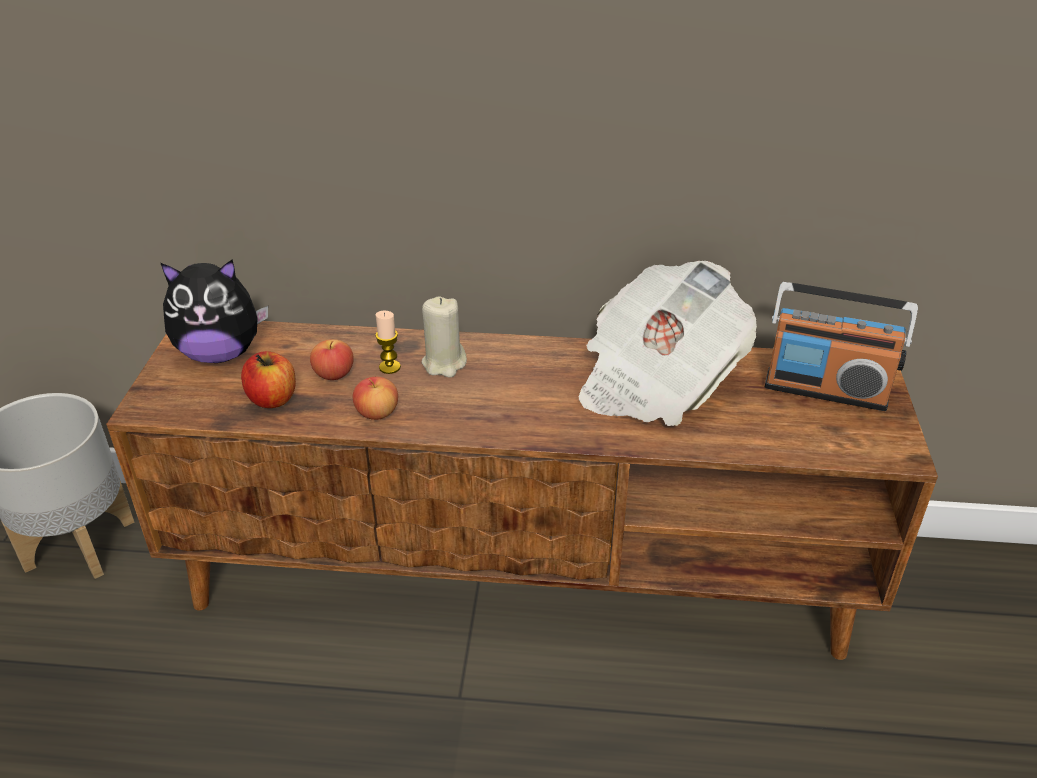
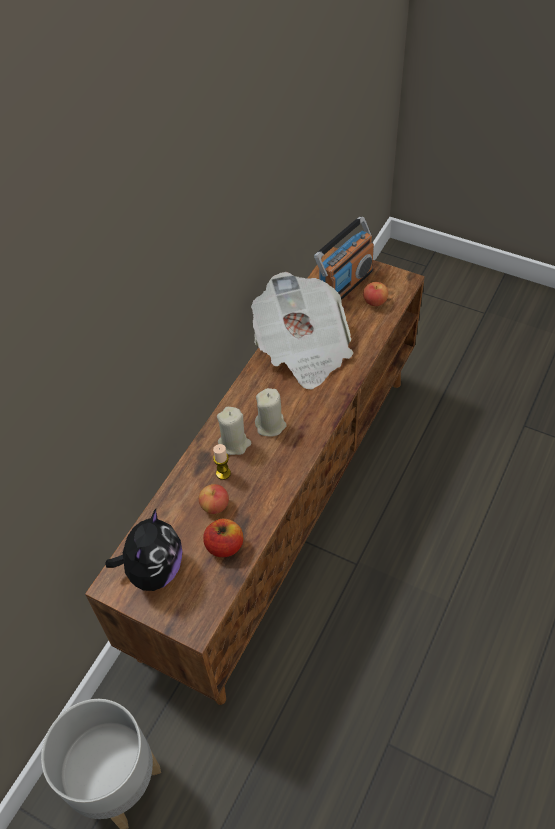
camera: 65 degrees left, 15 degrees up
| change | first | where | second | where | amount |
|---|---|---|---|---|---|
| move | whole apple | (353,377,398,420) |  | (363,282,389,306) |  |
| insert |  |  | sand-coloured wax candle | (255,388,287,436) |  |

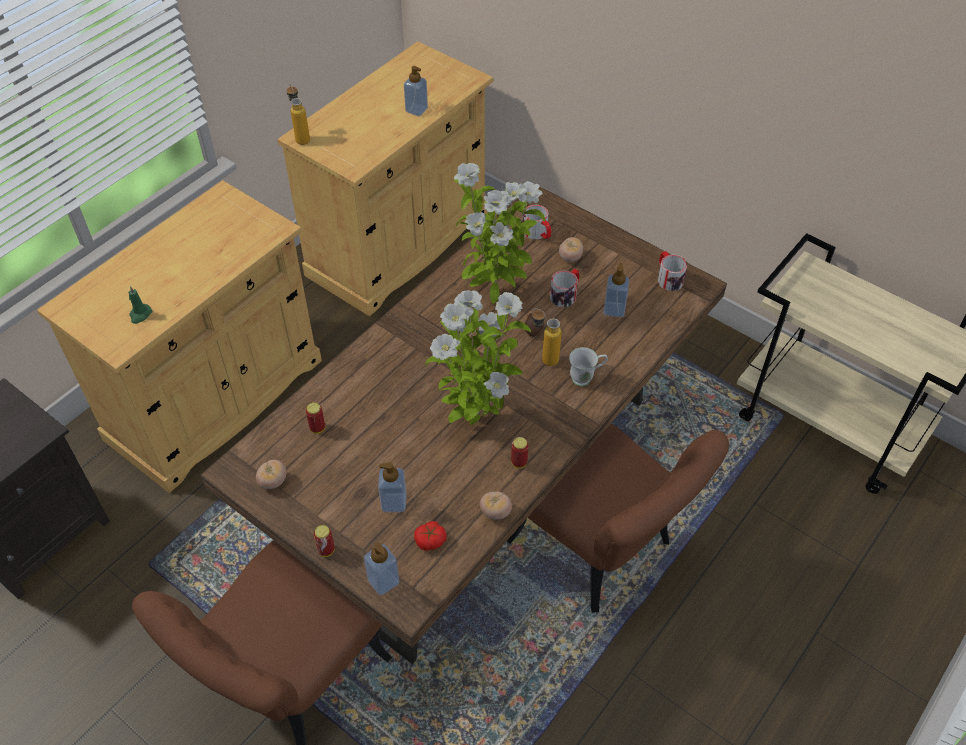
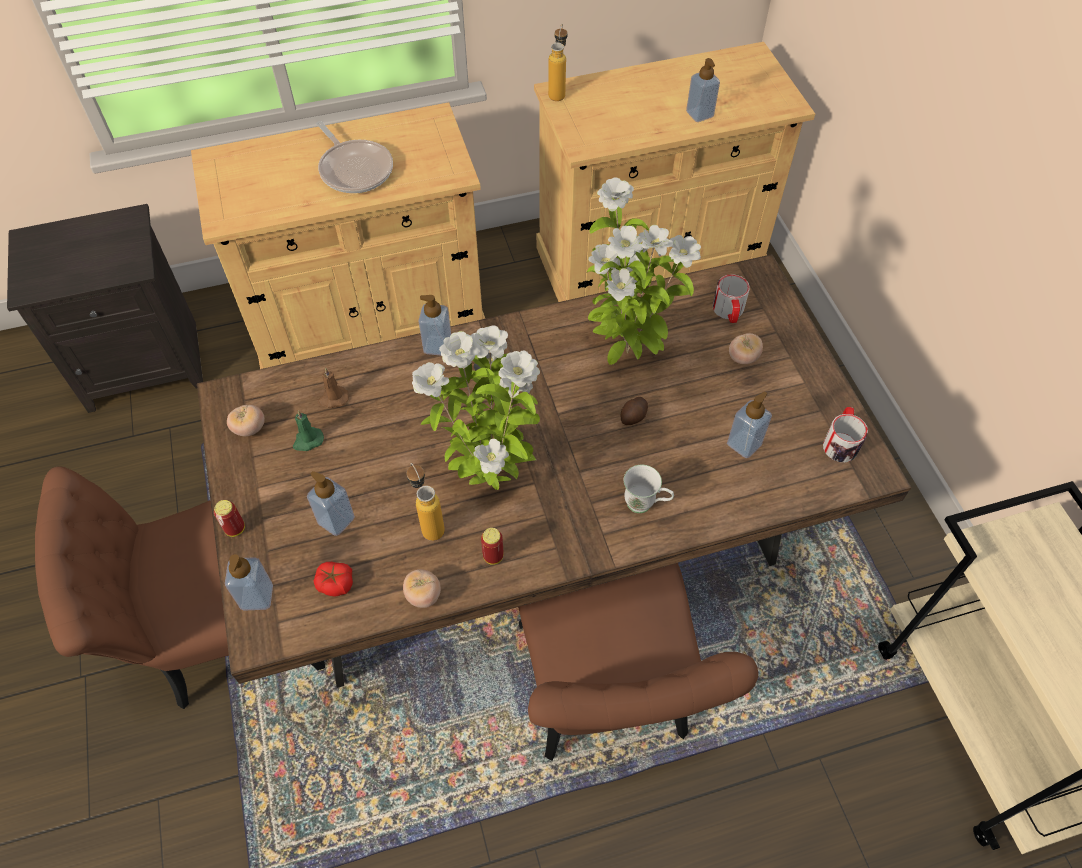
camera: 35 degrees right, 5 degrees up
| change | first | where | second | where | amount |
|---|---|---|---|---|---|
| move | green wax candle | (128,286,152,324) |  | (293,410,324,451) |  |
| replace | can | (306,403,325,434) | brownish wax candle | (318,368,349,408) |  |
| move | drink bottle | (532,309,562,366) |  | (406,463,445,541) |  |
| delete | mug | (550,269,579,307) |  |  |  |
| insert |  |  | skillet | (316,121,393,193) |  |
| insert |  |  | soap bottle | (418,295,451,356) |  |

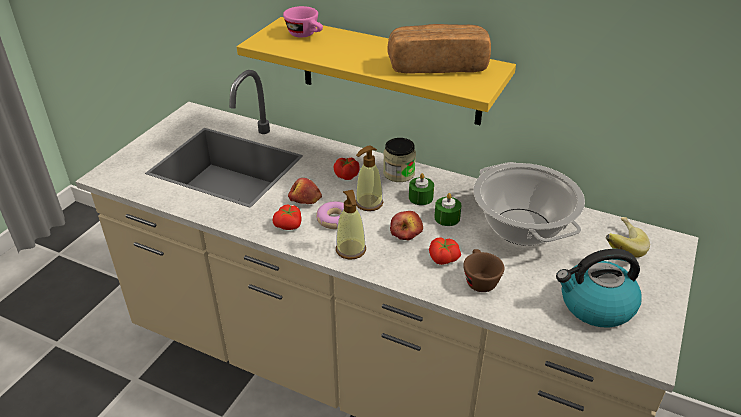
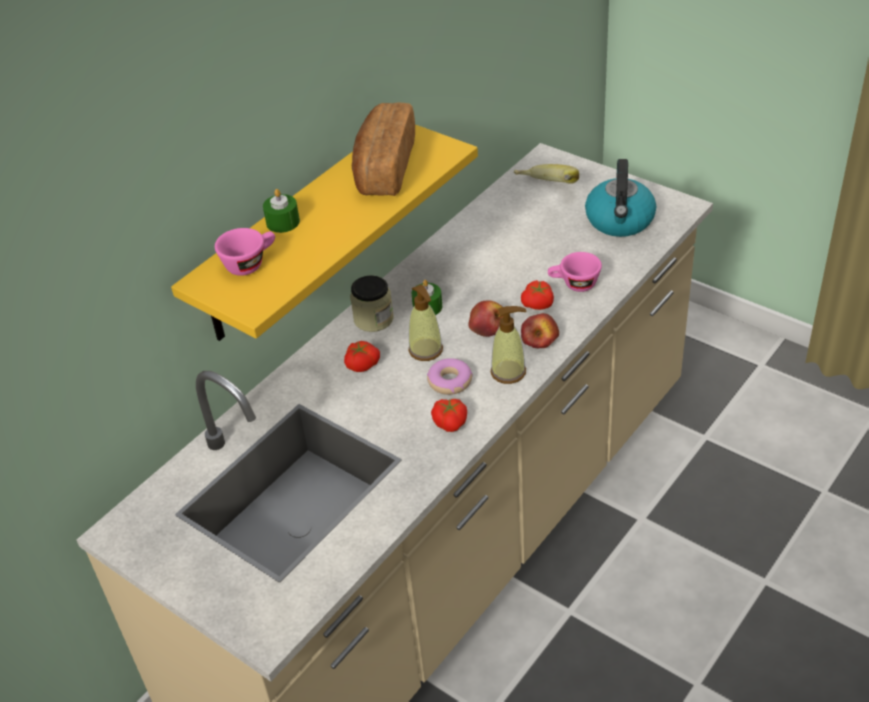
camera: 75 degrees left, 5 degrees up
| change | first | where | second | where | amount |
|---|---|---|---|---|---|
| move | whole apple | (288,178,322,204) |  | (521,313,559,349) |  |
| move | green wax candle | (434,193,462,226) |  | (263,189,300,233) |  |
| recolor | brownish drinking cup | (463,249,504,292) | pink-coloured drinking cup | (548,252,602,292) |  |
| delete | cooking pot | (473,162,585,246) |  |  |  |

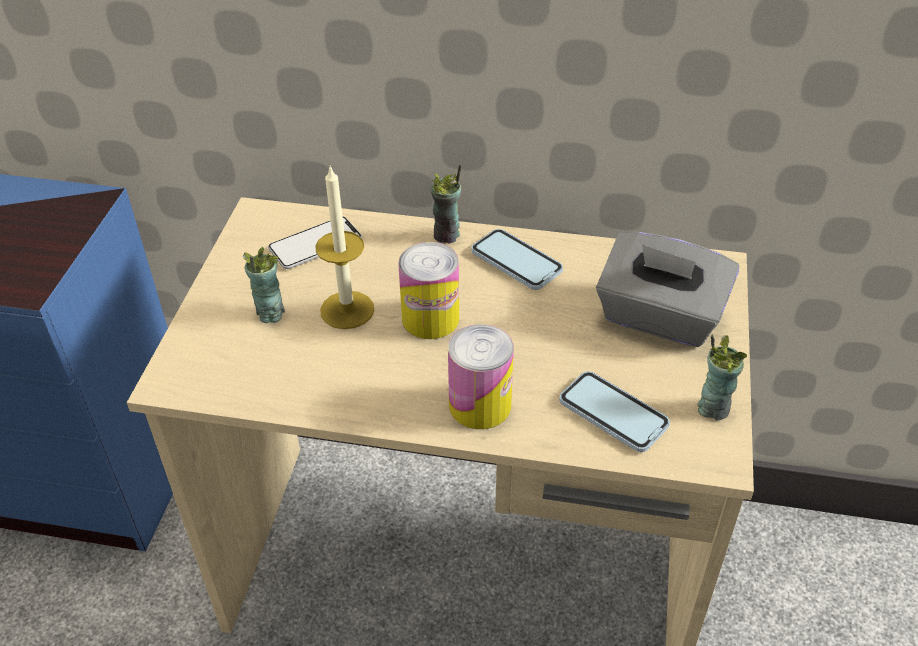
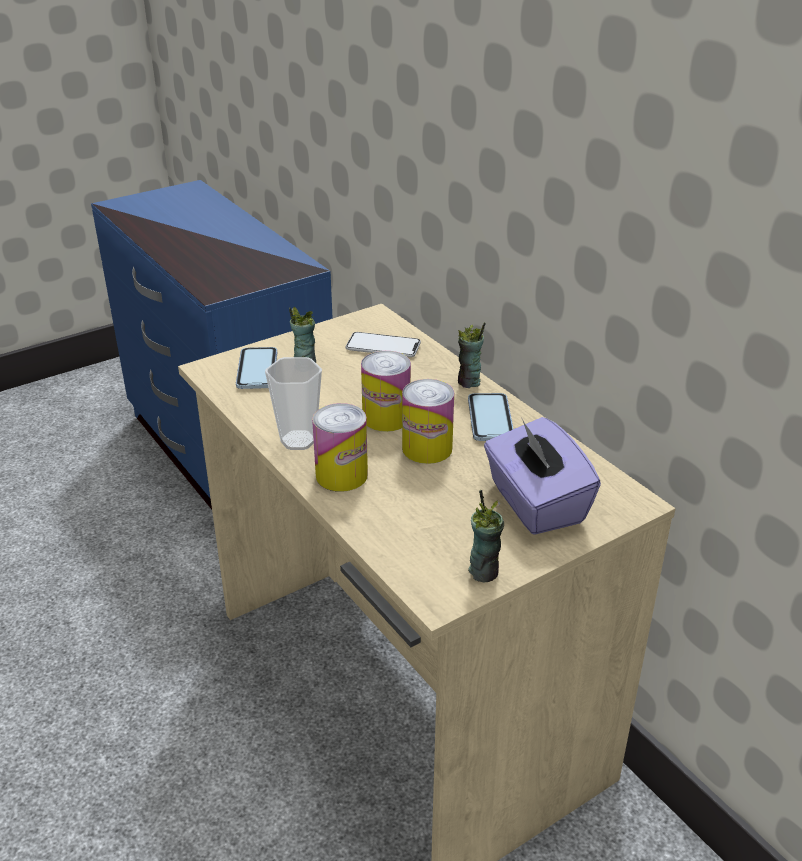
camera: 45 degrees right, 10 degrees down
| change | first | where | second | where | amount |
|---|---|---|---|---|---|
| delete | wax candle | (315,165,374,329) |  |  |  |
| move | handset | (559,371,670,452) |  | (236,347,277,389) |  |
| recolor | gray tissue holder | (596,232,740,347) | purple-coloured tissue holder | (484,417,601,535) |  |
| insert |  |  | drinking cup | (265,357,322,450) |  |
| insert |  |  | can | (402,379,454,464) |  |

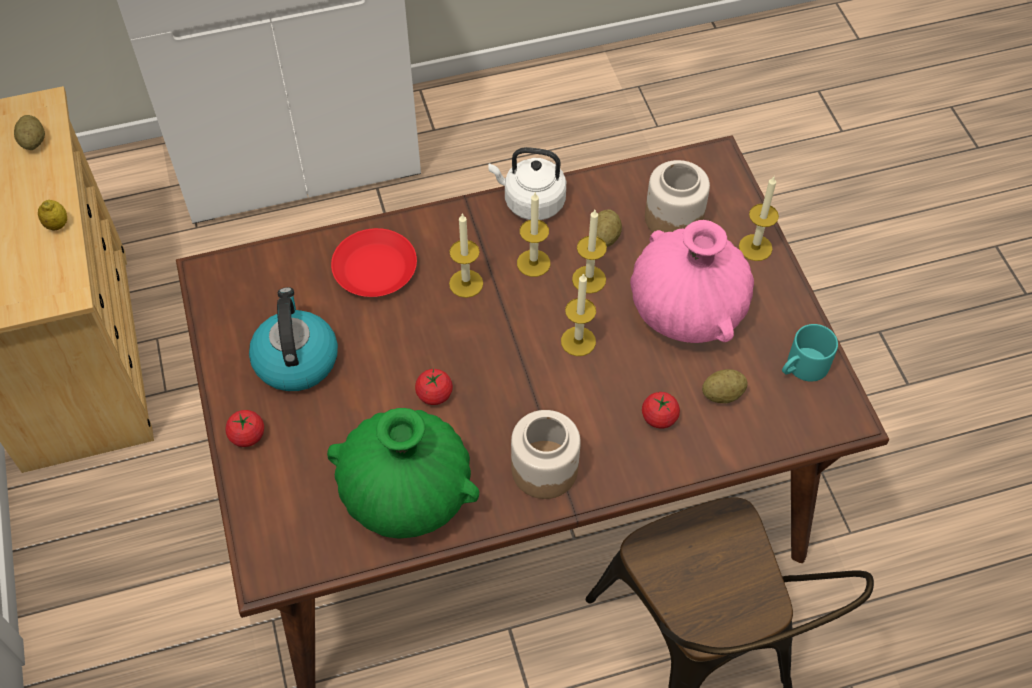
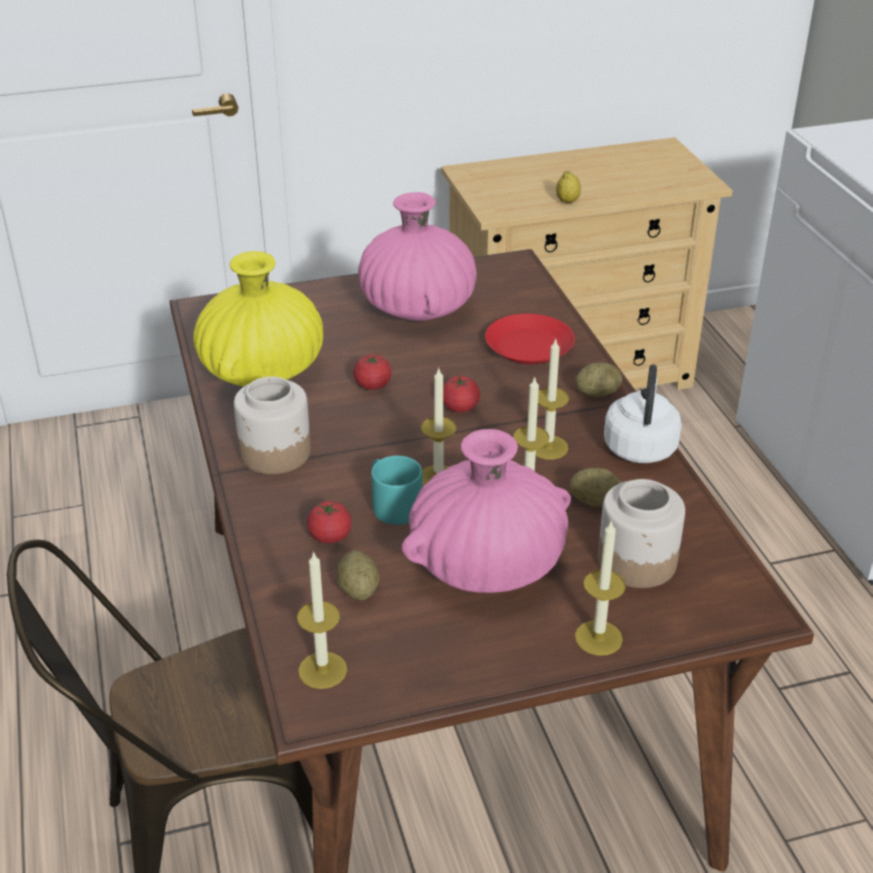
camera: 90 degrees right, 20 degrees down
| change | first | where | second | where | amount |
|---|---|---|---|---|---|
| move | whole potato | (14,115,45,150) |  | (575,363,622,397) |  |
| move | whole tomato | (225,410,264,447) |  | (443,376,480,412) |  |
| replace | kettle | (249,287,338,391) | pink-coloured vase | (358,192,477,321) |  |
| recolor | green vase | (327,408,479,538) | yellowish vase | (193,251,323,386) |  |
| move | wax candle | (449,213,483,298) |  | (297,551,347,689) |  |
| move | blue-green mug | (782,324,838,382) |  | (371,456,423,525) |  |

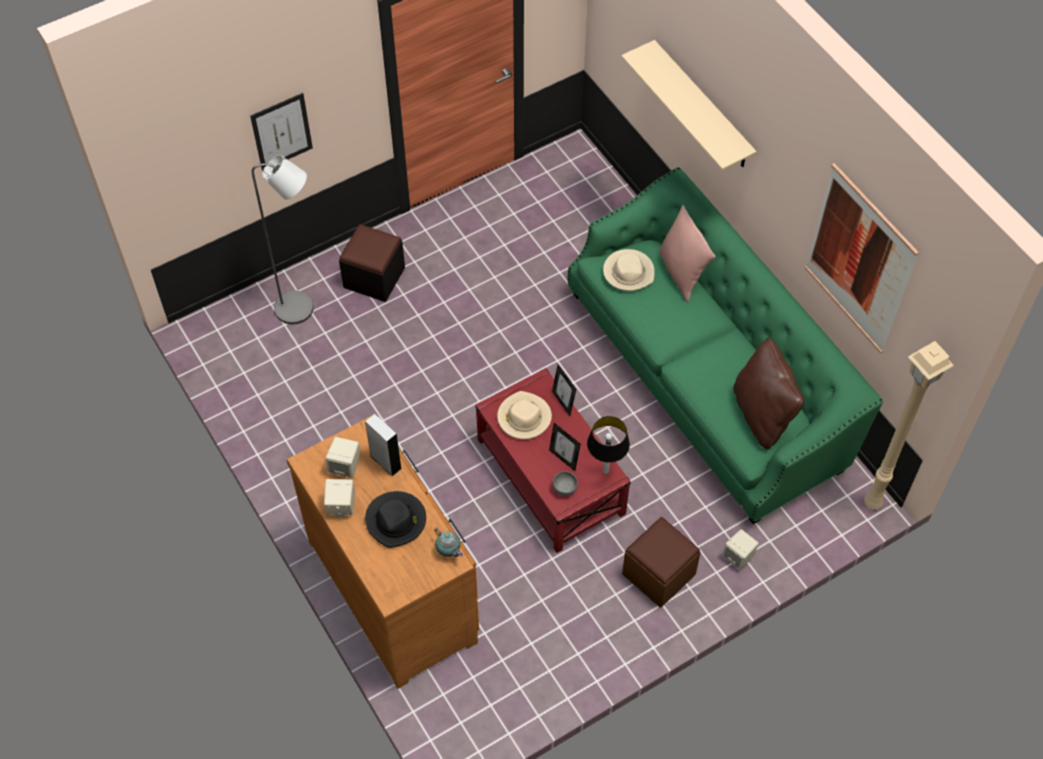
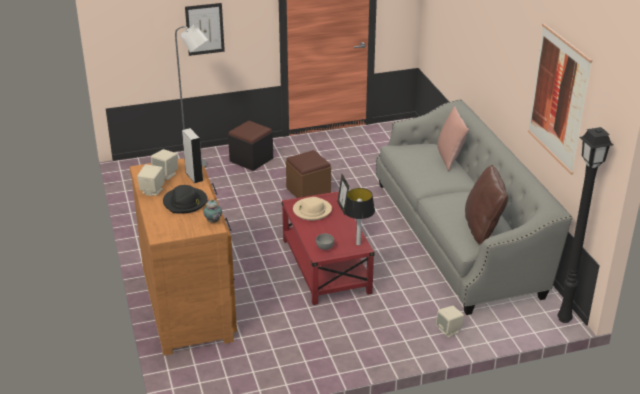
camera: 15 degrees right, 25 degrees down
| change | first | where | second | where | amount |
|---|---|---|---|---|---|
| delete | picture frame | (549,423,581,471) |  |  |  |
| recolor | green sofa | (567,167,884,524) | gray sofa | (376,99,572,315) |  |
| delete | sand-coloured hat | (603,249,655,291) |  |  |  |
| delete | sand-coloured shelf | (621,40,757,170) |  |  |  |
| move | brownish footrest | (622,517,701,608) |  | (286,150,331,198) |  |
| recolor | sand-coloured floor lamp | (864,341,954,509) | black-coloured floor lamp | (557,127,613,323) |  |

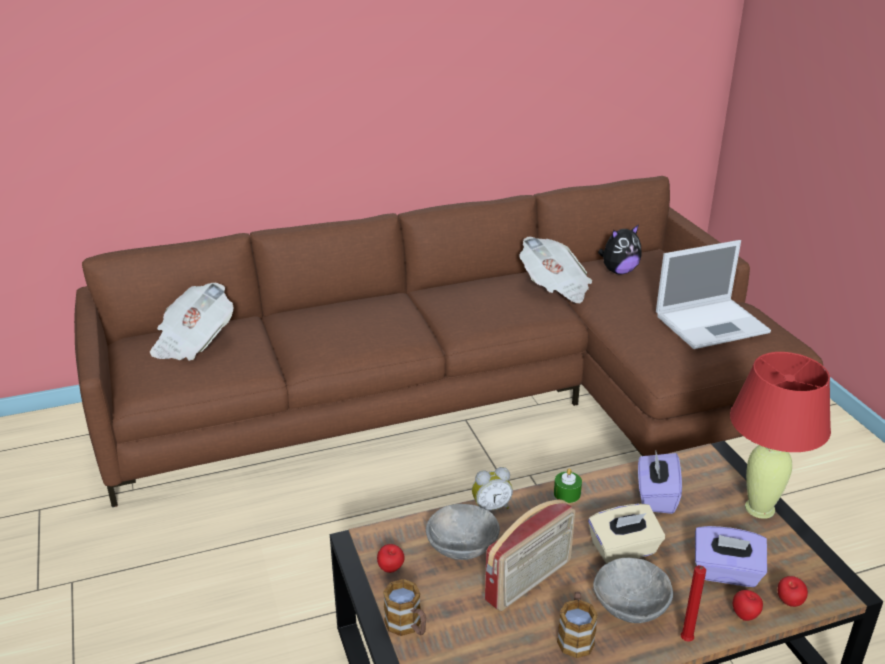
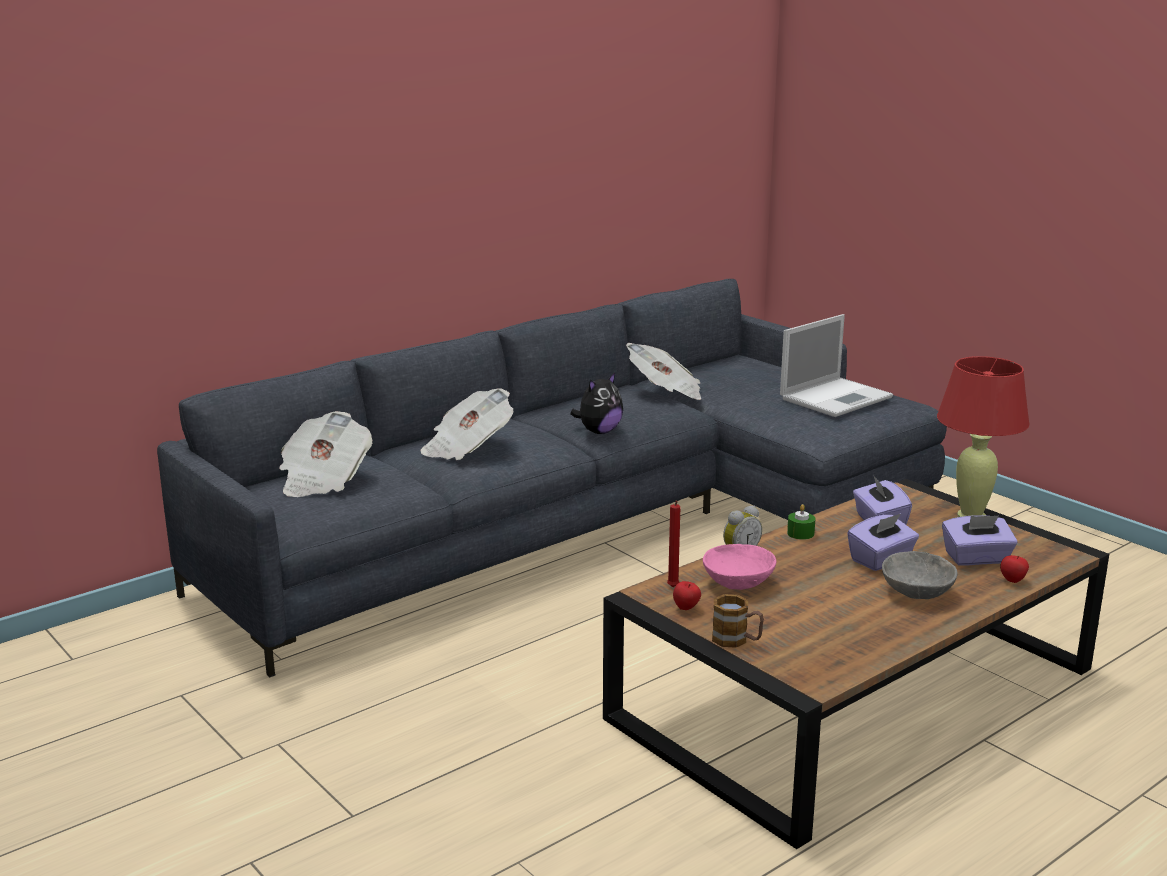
camera: 20 degrees left, 10 degrees down
| change | first | where | second | where | amount |
|---|---|---|---|---|---|
| recolor | brownish sofa | (74,176,823,507) | gray sofa | (157,279,947,677) |  |
| recolor | gray serving bowl | (426,504,500,560) | pink-coloured serving bowl | (703,544,776,590) |  |
| delete | radio | (485,499,575,611) |  |  |  |
| delete | mug | (557,592,598,658) |  |  |  |
| recolor | sand-coloured tissue holder | (588,504,665,564) | purple-coloured tissue holder | (847,513,919,571) |  |
| move | cuddly toy | (598,224,642,275) |  | (570,372,623,434) |  |
| move | red-coloured wax candle | (681,565,706,642) |  | (667,501,681,587) |  |
| delete | whole apple | (778,576,808,607) |  |  |  |
| insert |  |  | newspaper | (420,389,513,460) |  |

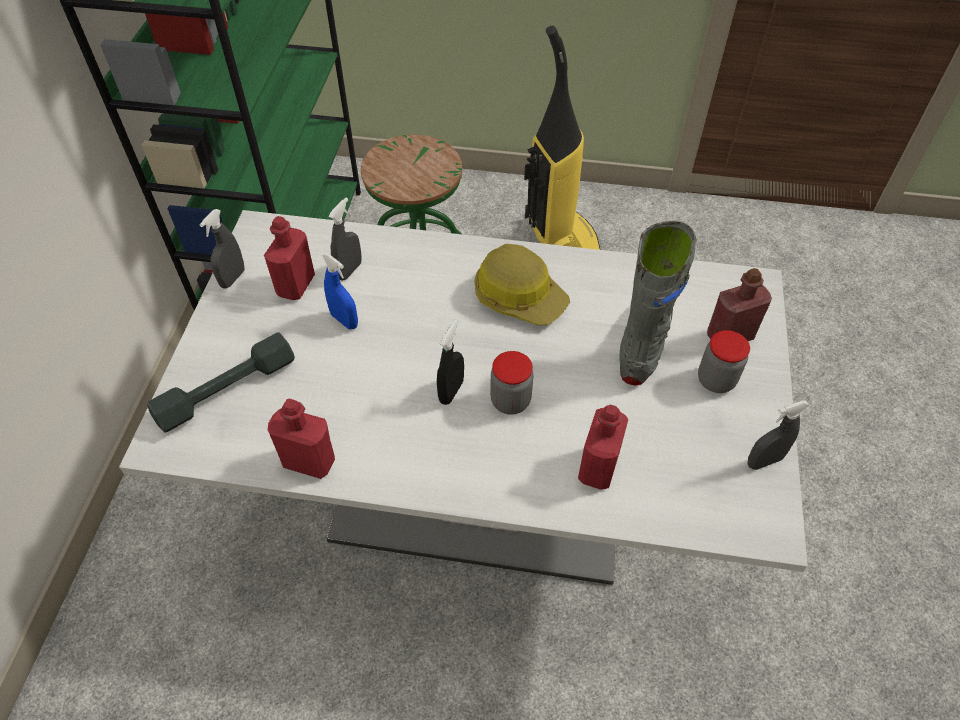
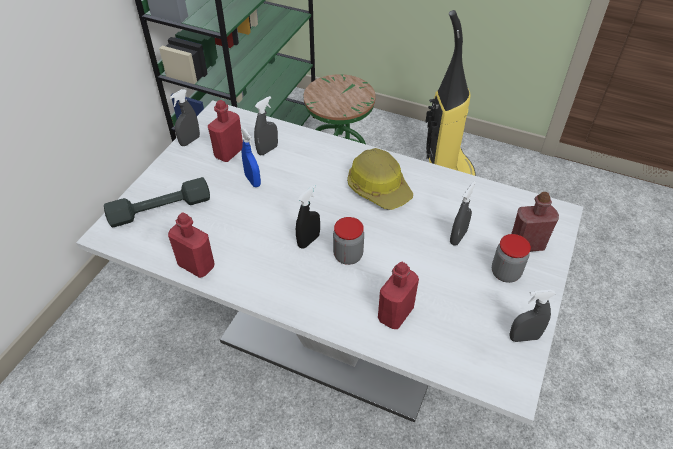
camera: 15 degrees right, 5 degrees down
| change | first | where | second | where | amount |
|---|---|---|---|---|---|
| replace | gray high-top boot | (620,221,697,386) | gray sprayer | (450,181,476,246) |  |

